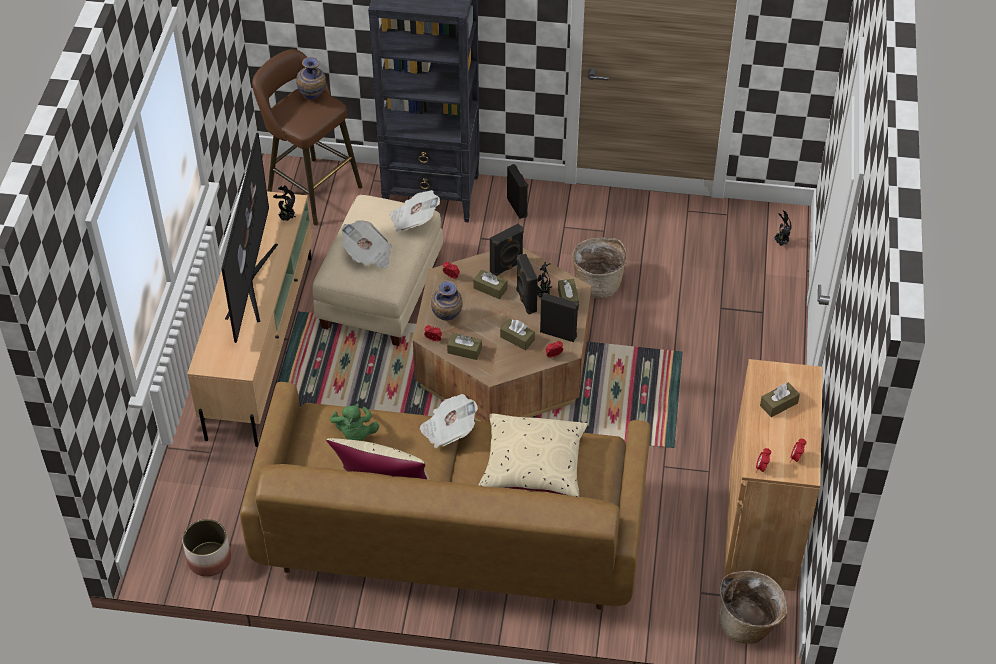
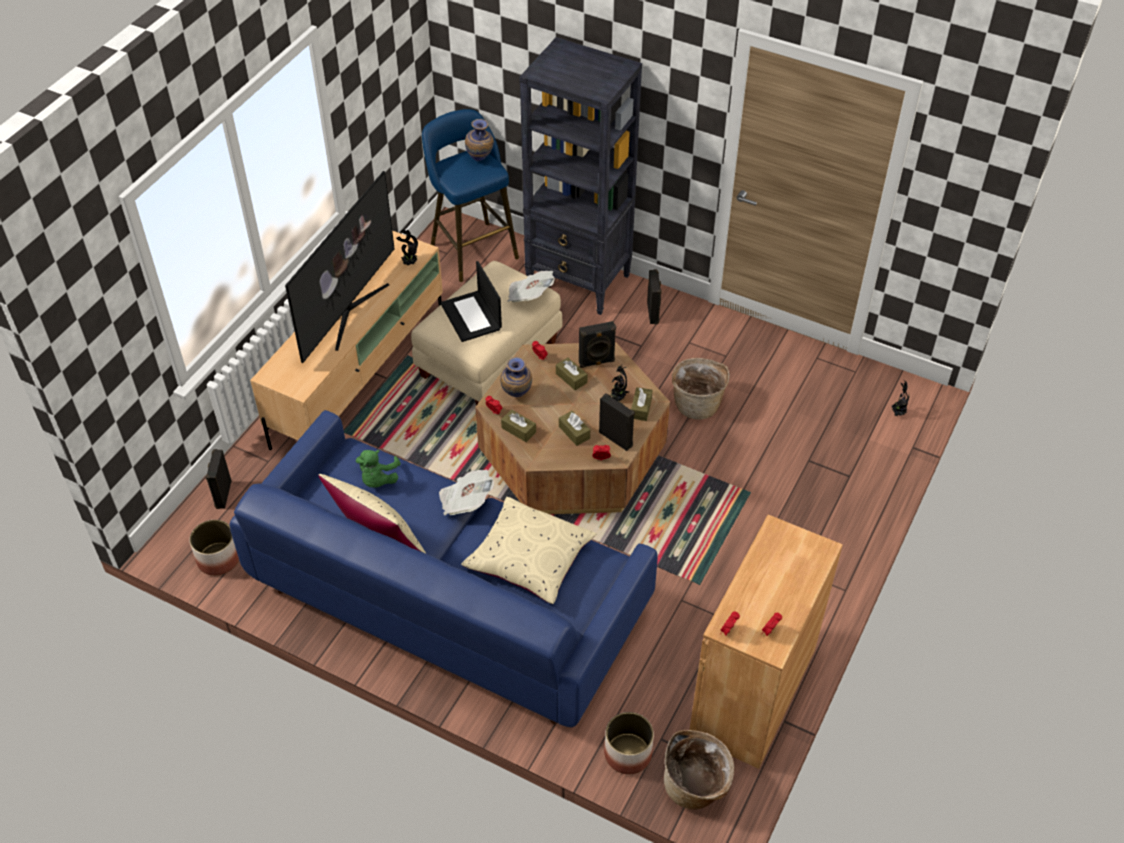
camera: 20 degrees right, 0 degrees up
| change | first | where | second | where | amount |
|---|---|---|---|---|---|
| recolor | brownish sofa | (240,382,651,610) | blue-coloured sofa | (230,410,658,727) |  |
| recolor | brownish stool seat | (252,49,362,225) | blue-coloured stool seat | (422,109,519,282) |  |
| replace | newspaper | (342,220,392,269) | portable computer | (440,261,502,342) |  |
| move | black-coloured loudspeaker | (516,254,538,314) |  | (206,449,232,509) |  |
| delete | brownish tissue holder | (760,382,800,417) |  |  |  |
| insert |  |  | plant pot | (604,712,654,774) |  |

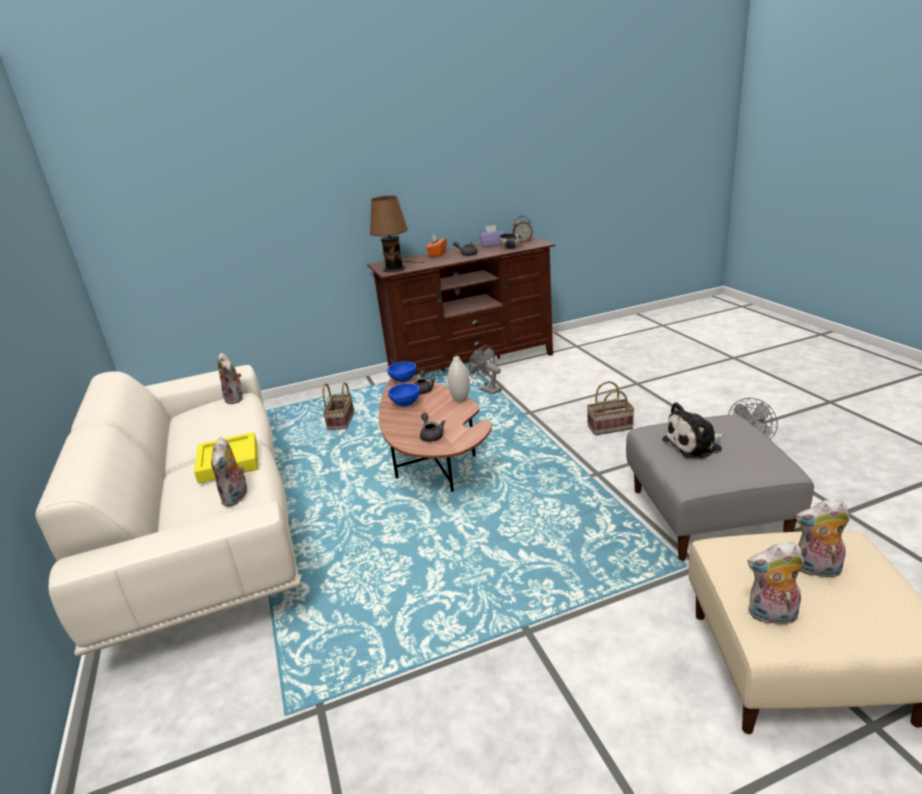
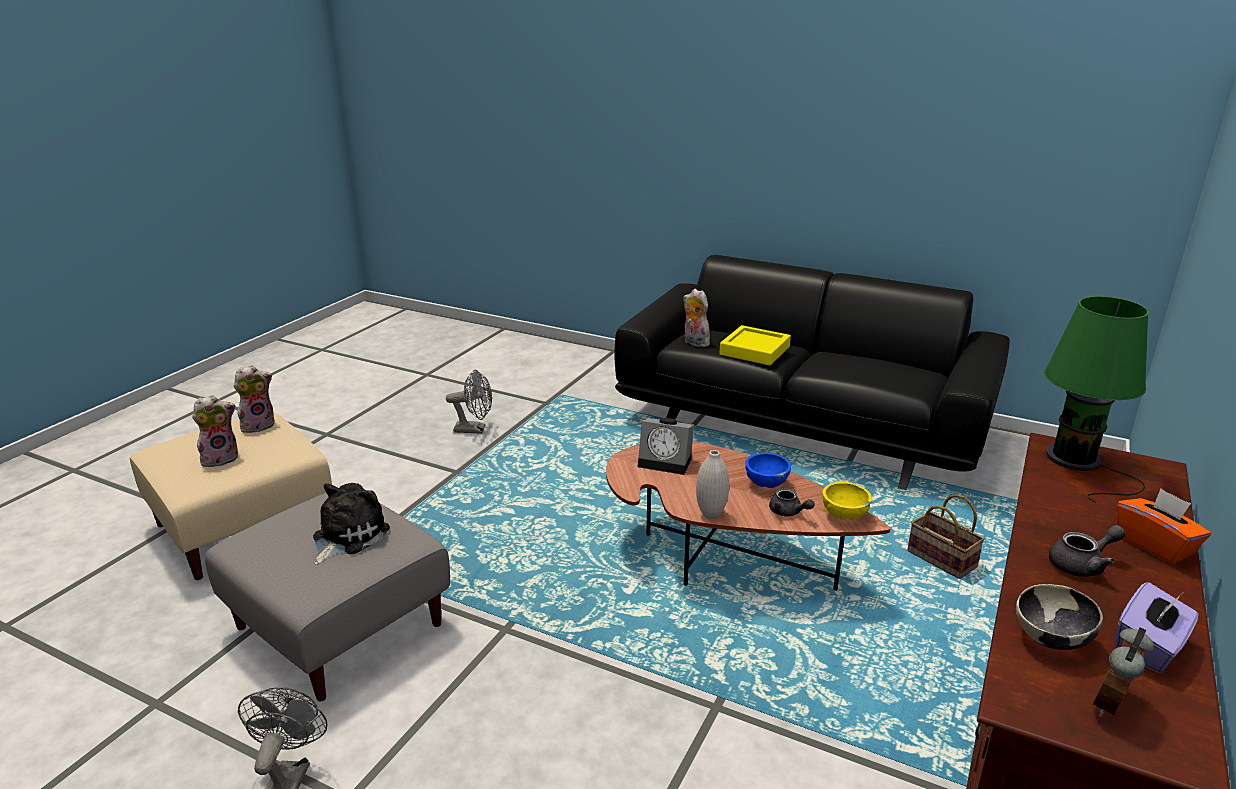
camera: 135 degrees right, 0 degrees up
| change | first | where | second | where | amount |
|---|---|---|---|---|---|
| recolor | sand-coloured sofa | (35,365,301,656) | black-coloured sofa | (614,255,1010,490) |  |
| delete | cuddly toy | (218,353,243,404) |  |  |  |
| recolor | brownish table lamp | (370,196,423,272) | green table lamp | (1044,296,1149,503) |  |
| recolor | blue-coloured serving bowl | (387,361,416,382) | yellowish serving bowl | (822,481,872,520) |  |
| replace | gray pot for tea | (420,413,445,442) | alarm clock | (638,418,694,475) |  |
| move | gray fan | (469,345,502,395) |  | (446,370,492,434) |  |
| delete | household basket | (587,381,635,435) |  |  |  |

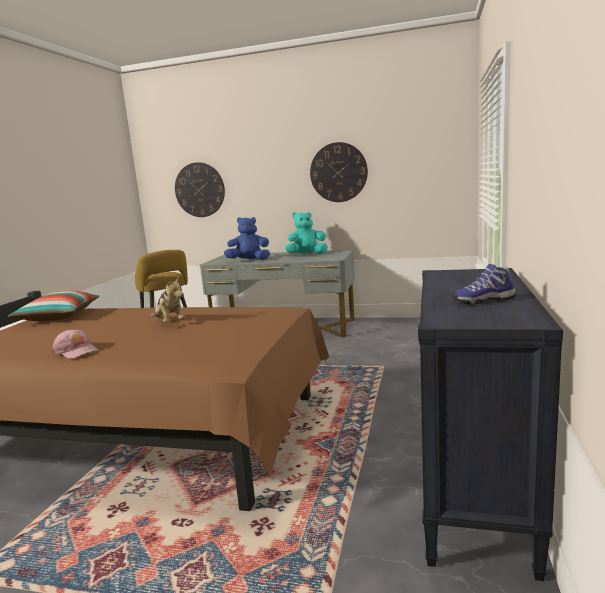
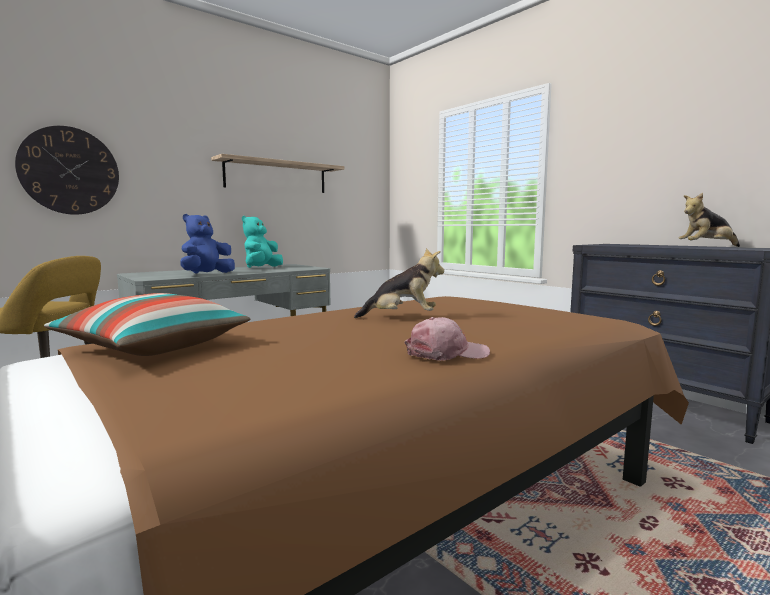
camera: 55 degrees left, 5 degrees down
| change | first | where | second | where | amount |
|---|---|---|---|---|---|
| replace | hanging clock | (310,142,368,202) | shelf | (211,154,345,193) |  |
| replace | low shoe | (453,264,516,305) | cuddly toy | (678,193,740,247) |  |

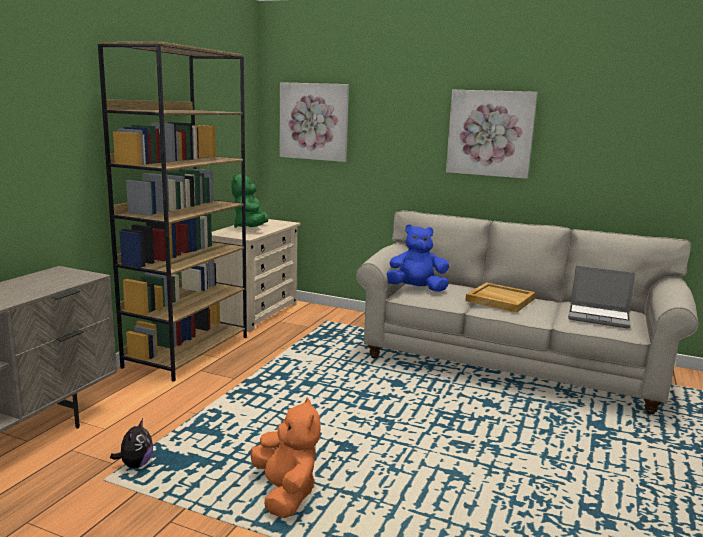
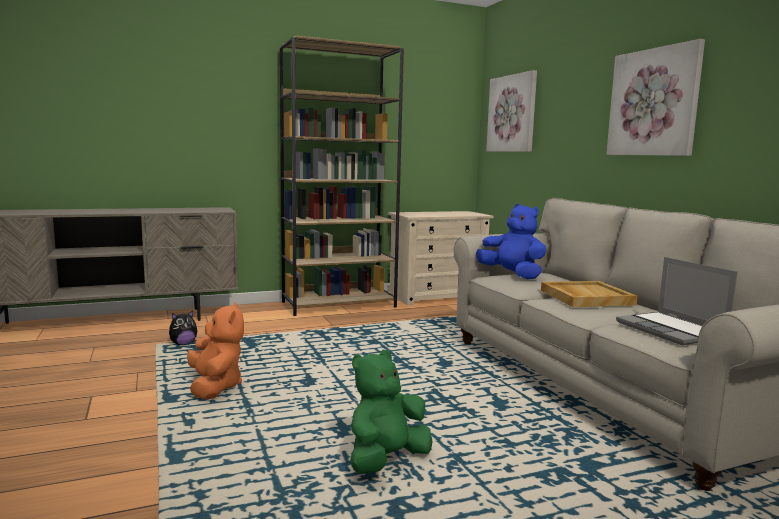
camera: 45 degrees right, 5 degrees down
| change | first | where | second | where | amount |
|---|---|---|---|---|---|
| move | green cuddly toy | (231,174,269,228) |  | (350,350,433,474) |  |
| rotate | orangey cuddly toy | (250,398,321,518) |  | (187,302,244,400) | 45 degrees counterclockwise |

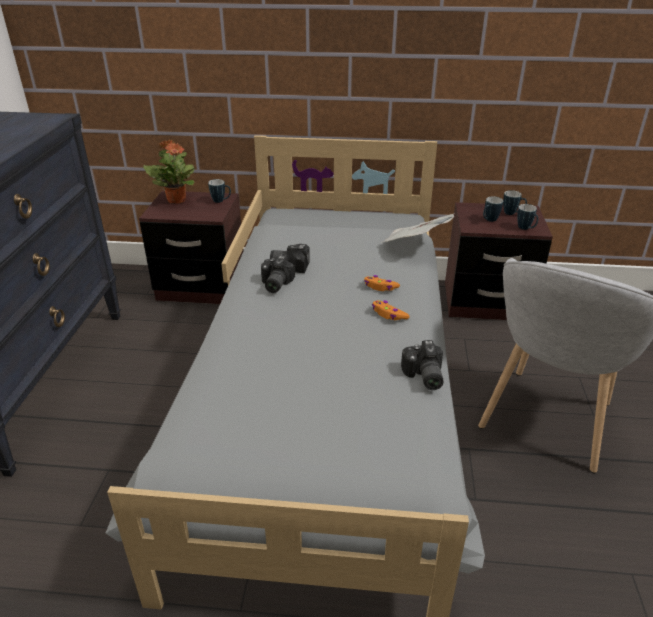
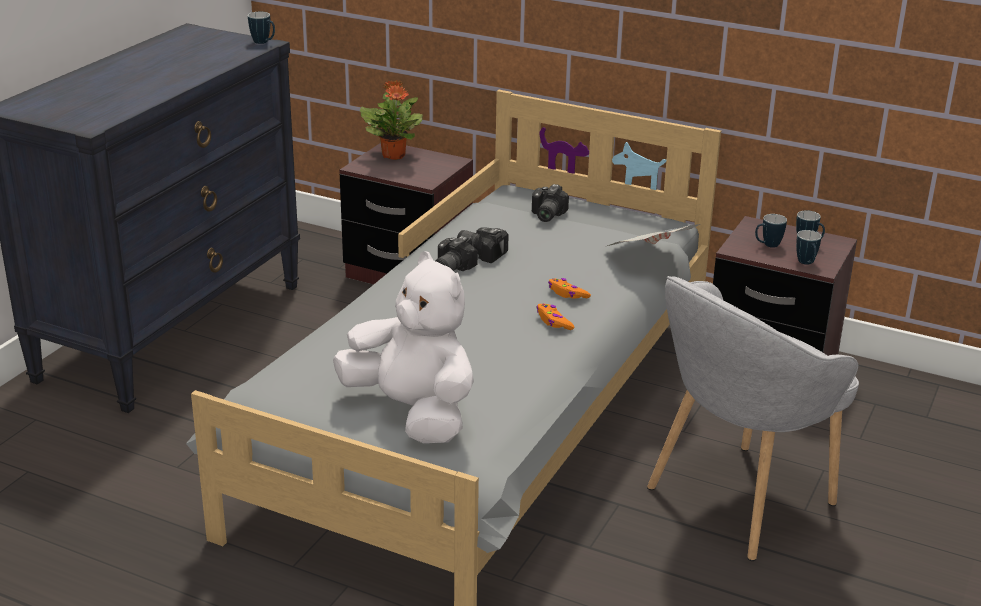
camera: 20 degrees right, 5 degrees down
| change | first | where | second | where | amount |
|---|---|---|---|---|---|
| move | mug | (208,179,231,203) |  | (248,12,275,44) |  |
| move | still camera | (401,340,443,390) |  | (532,184,569,222) |  |
| insert |  |  | white-coloured cuddly toy | (333,251,474,443) |  |

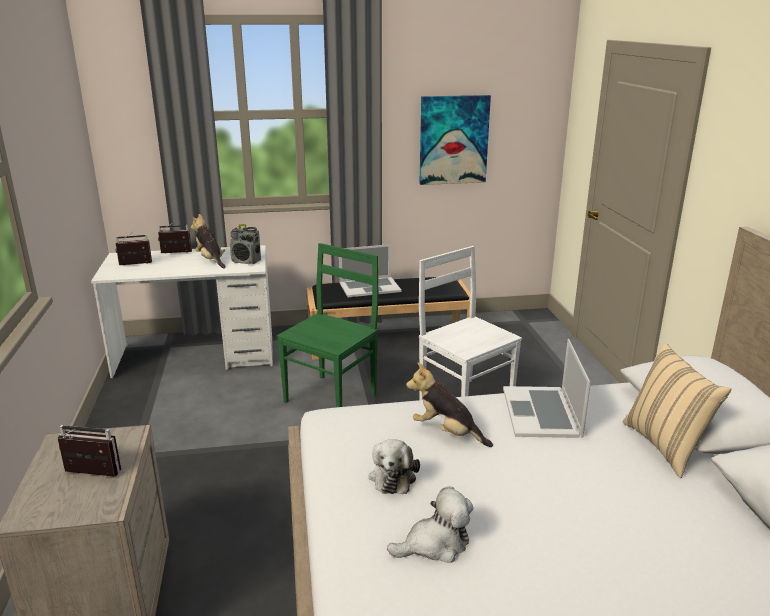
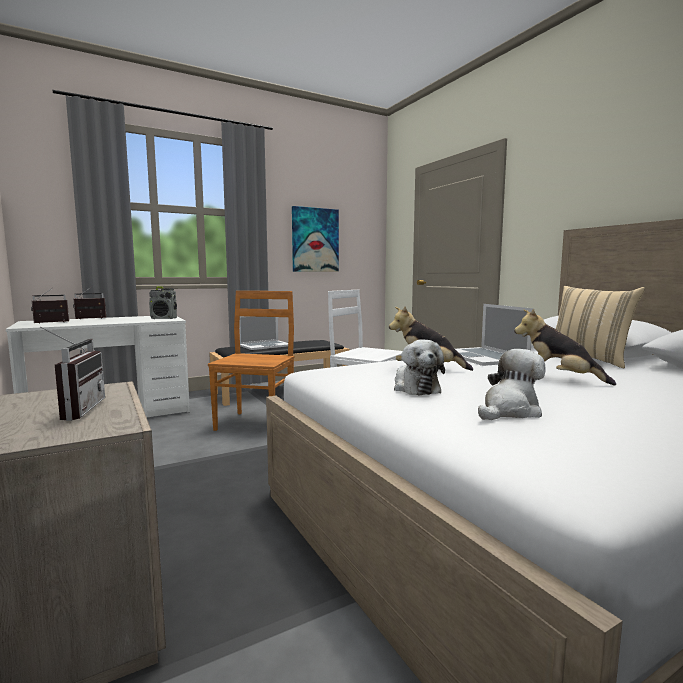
camera: 20 degrees left, 15 degrees down
| change | first | where | second | where | amount |
|---|---|---|---|---|---|
| rotate | radio | (57,425,121,477) |  | (40,327,105,421) | 90 degrees clockwise |
| move | cuddly toy | (191,214,226,269) |  | (514,309,616,386) |  |
| recolor | green upright chair | (277,243,378,407) | brownish upright chair | (208,291,294,431) |  |

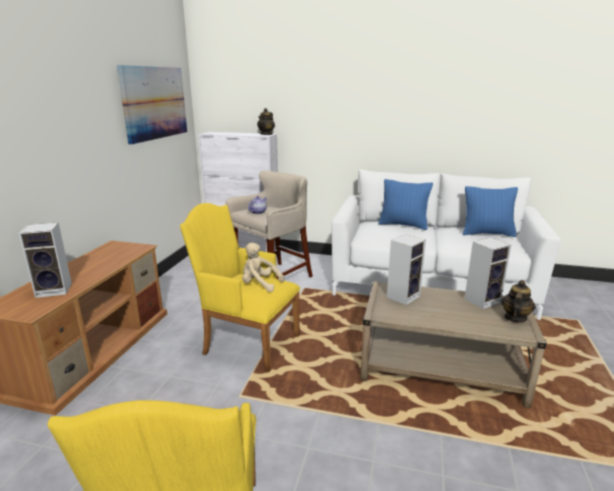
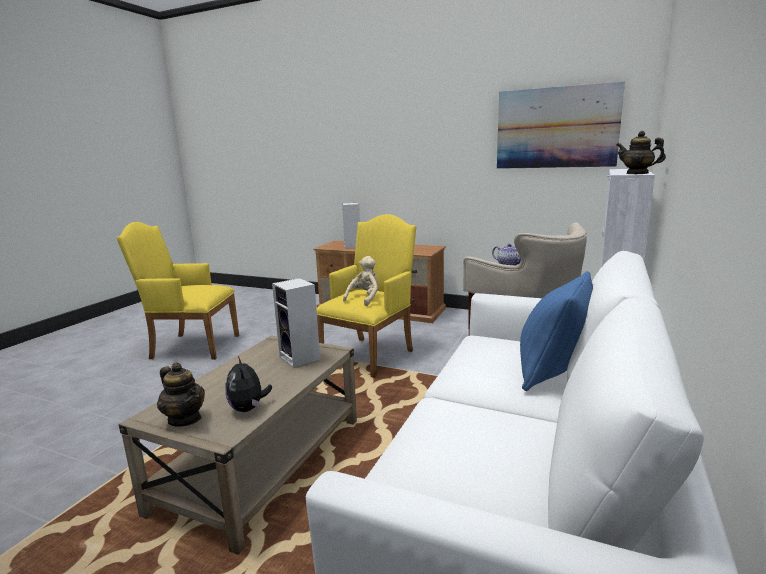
camera: 100 degrees right, 5 degrees down
| change | first | where | second | where | amount |
|---|---|---|---|---|---|
| delete | blue-coloured pillow | (463,186,518,237) |  |  |  |
| replace | loudspeaker | (464,238,511,309) | cuddly toy | (225,356,272,412) |  |

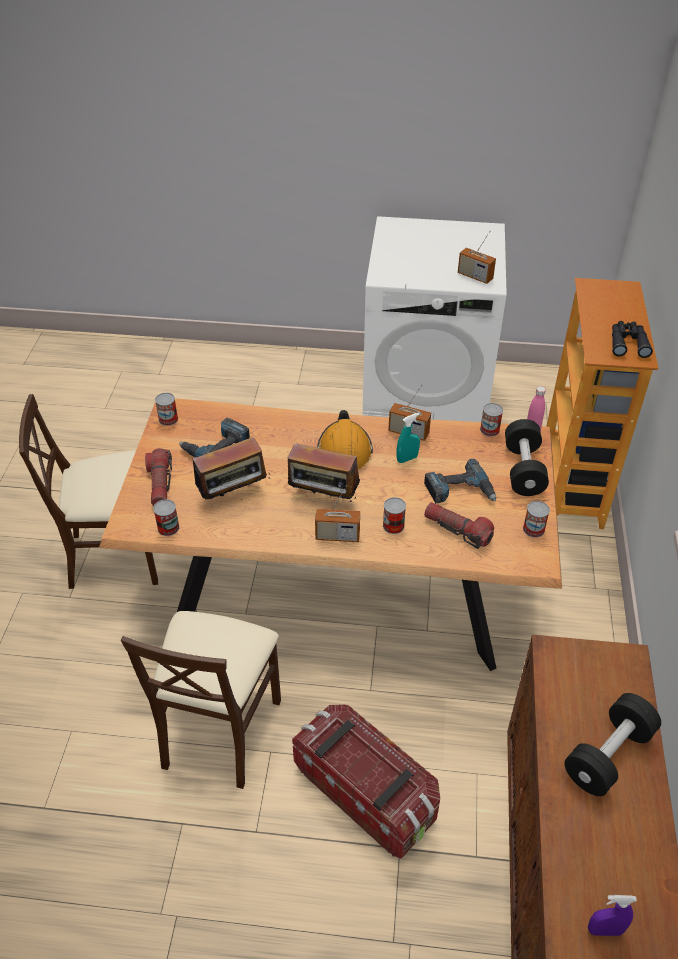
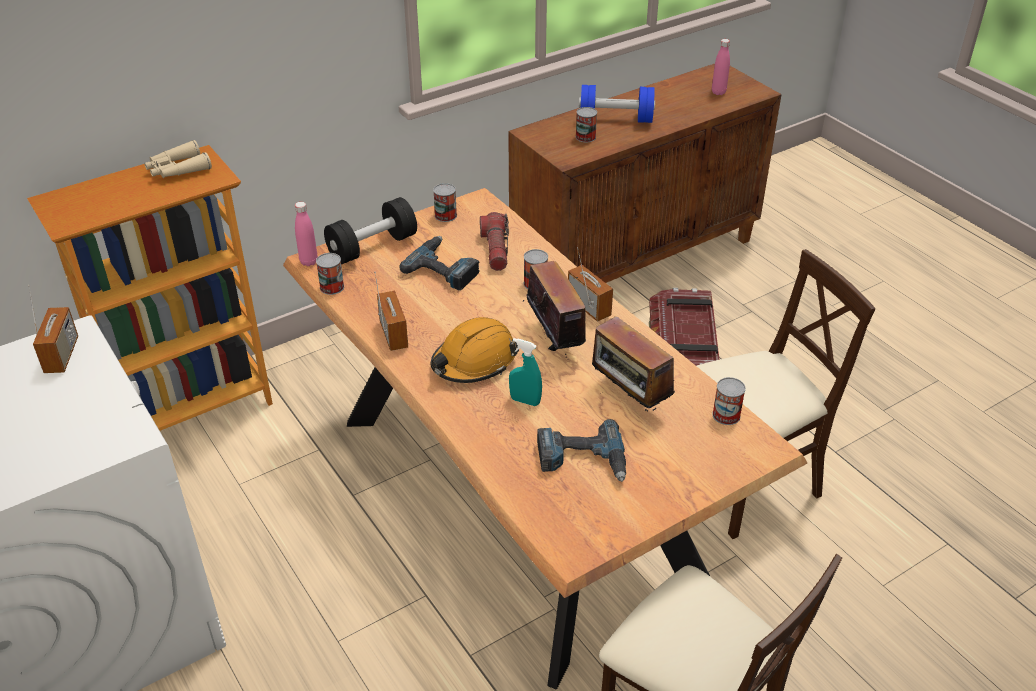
camera: 130 degrees left, 5 degrees down
| change | first | where | second | where | amount |
|---|---|---|---|---|---|
| delete | flashlight | (145,448,172,506) |  |  |  |
| move | can | (155,393,178,426) |  | (576,107,597,143) |  |
| rotate | radio | (193,437,270,500) |  | (592,316,675,411) | 150 degrees counterclockwise |
| move | blue-green sprayer | (397,413,420,463) |  | (509,338,542,406) |  |
| recolor | black-coloured dumbbell | (564,693,661,796) | blue-coloured dumbbell | (579,85,655,123) |  |
| replace | purple-coloured sprayer | (588,895,637,936) | pink-coloured drink bottle | (712,39,730,95) |  |
| recolor | black-coloured binoculars | (612,321,653,358) | sand-coloured binoculars | (144,140,212,178) |  |

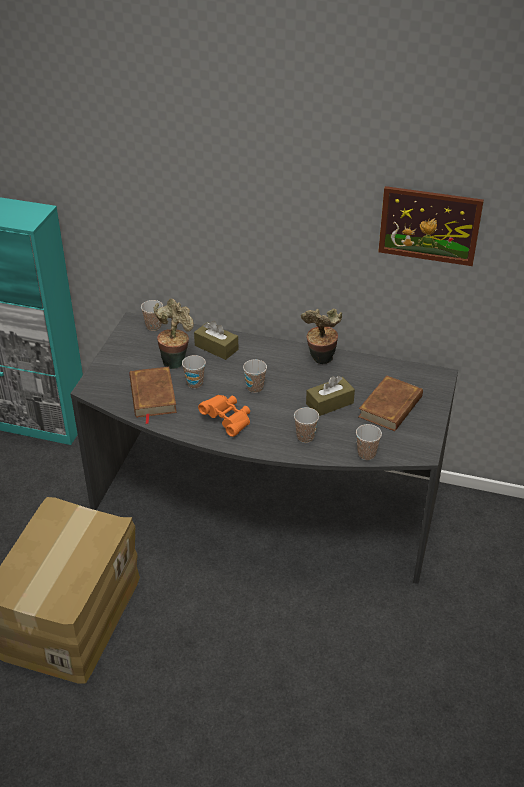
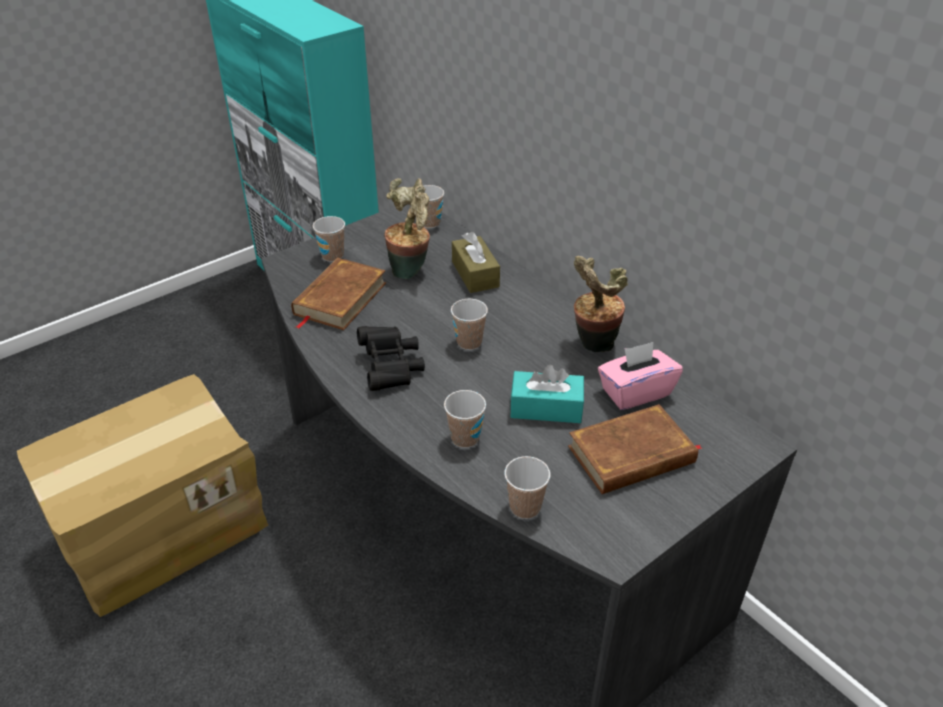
camera: 35 degrees right, 0 degrees up
| change | first | where | second | where | amount |
|---|---|---|---|---|---|
| move | drinking cup | (182,355,206,389) |  | (313,216,345,262) |  |
| recolor | orangey binoculars | (198,395,250,437) | black-coloured binoculars | (357,326,425,391) |  |
| recolor | brownish tissue holder | (306,376,355,416) | blue-green tissue holder | (510,365,584,423) |  |
| delete | picture | (378,186,484,266) |  |  |  |
| insert |  |  | pink-coloured tissue holder | (598,342,683,410) |  |

